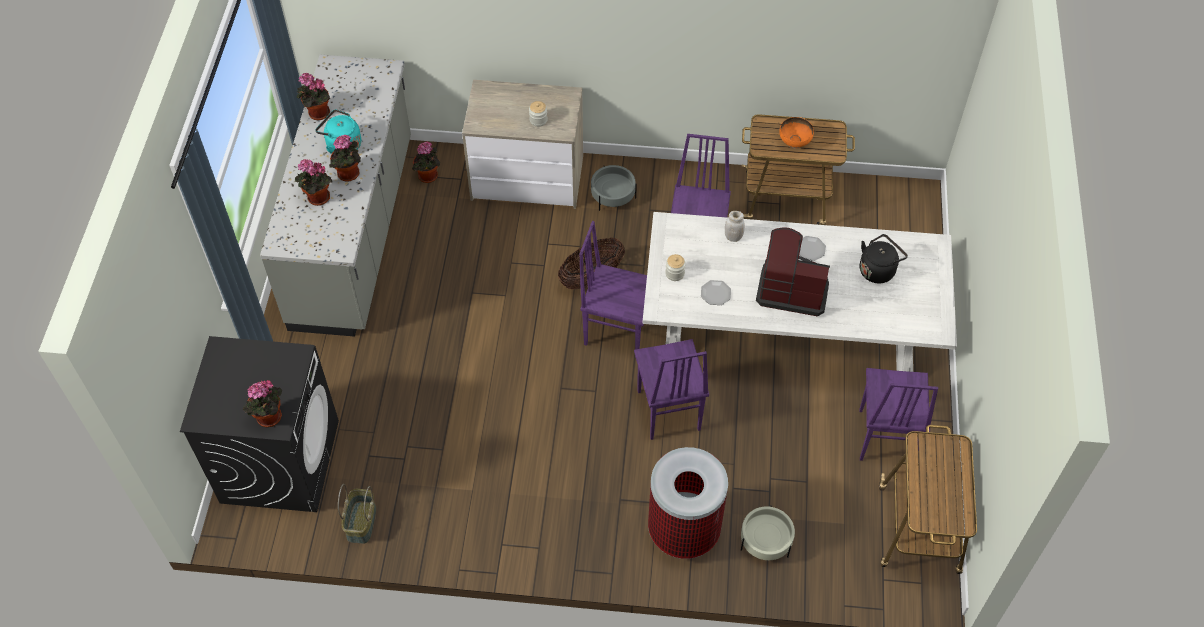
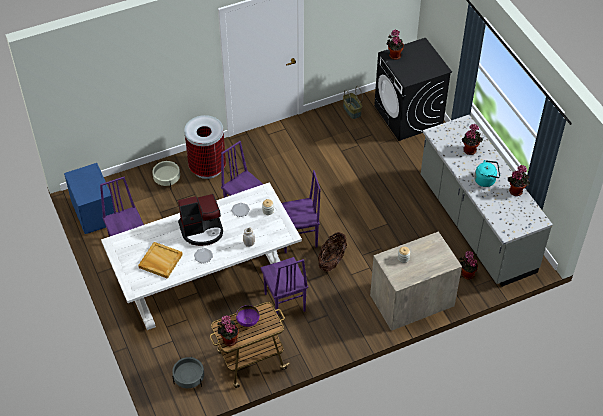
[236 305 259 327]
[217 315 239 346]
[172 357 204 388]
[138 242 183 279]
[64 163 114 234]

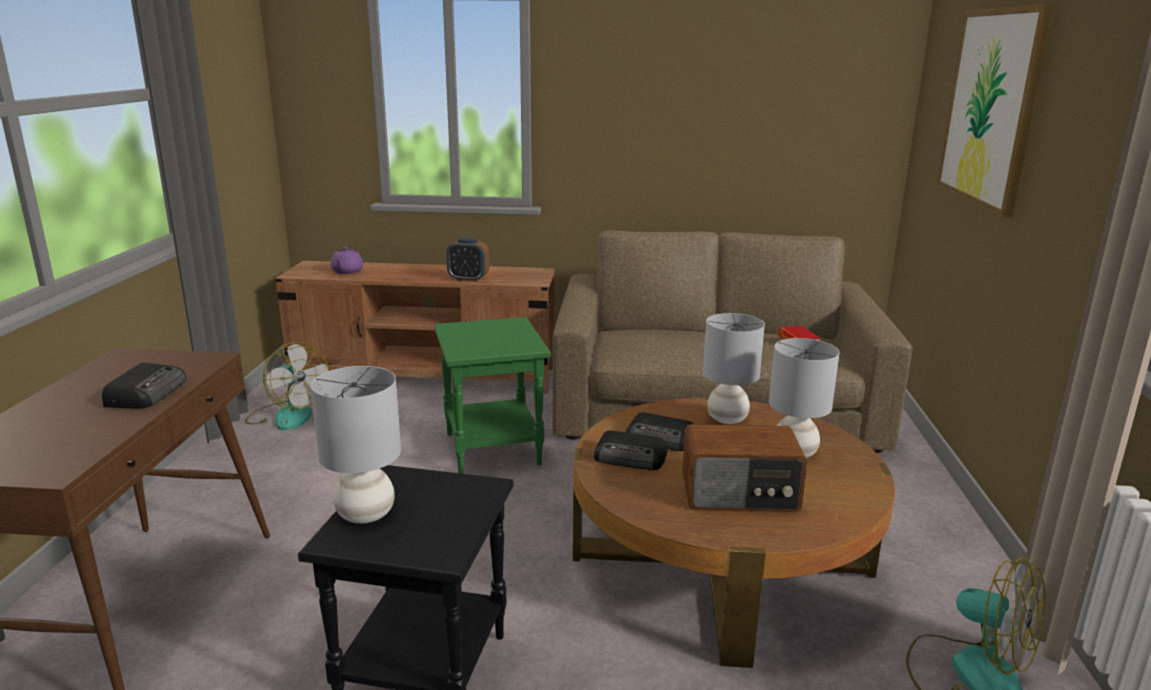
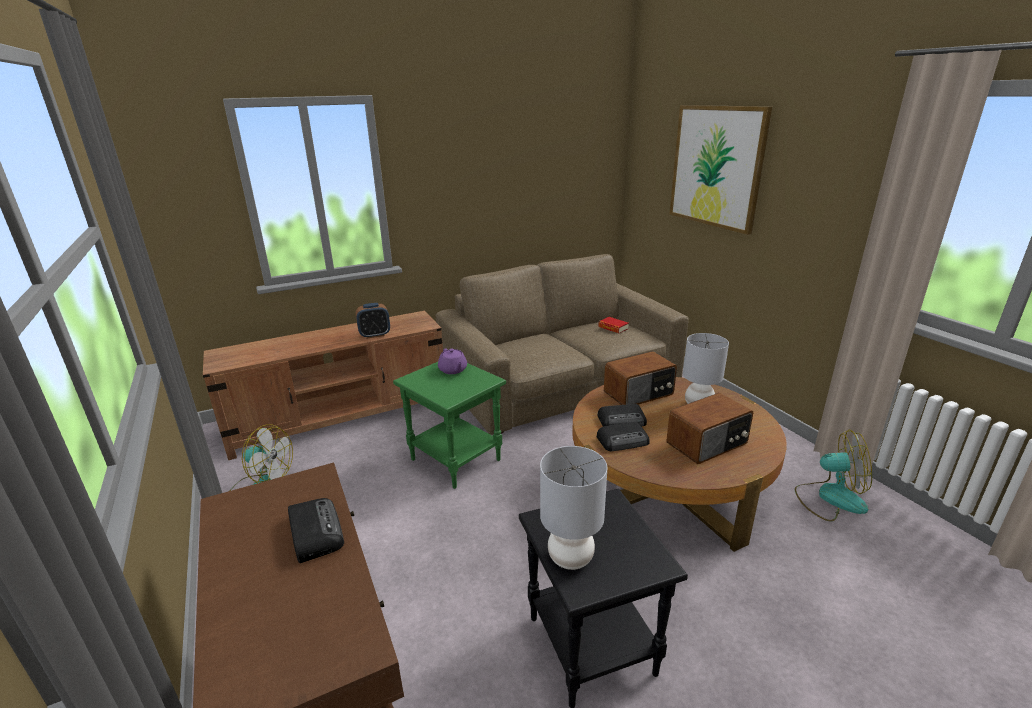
[438 348 467 374]
[604 351 677 405]

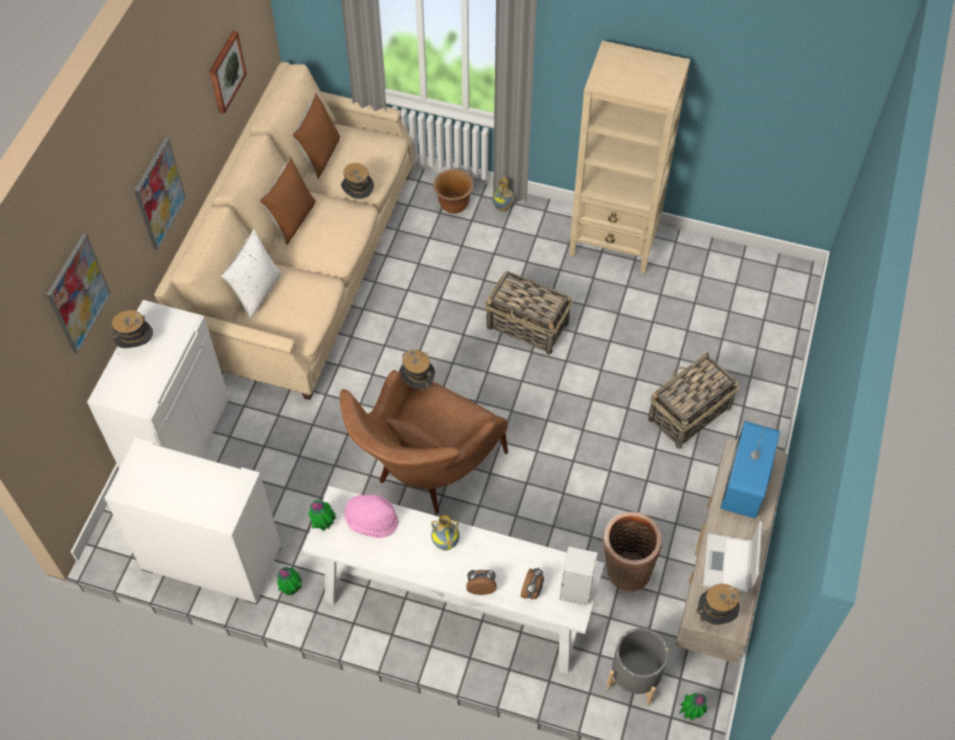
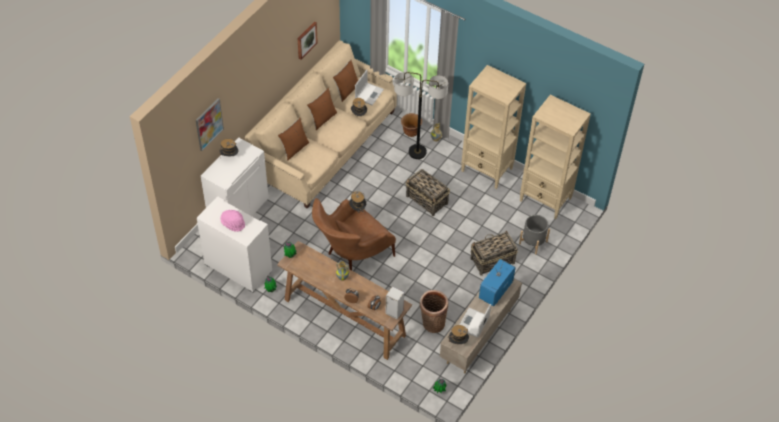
[134 138 186 250] (first image)
[278 118 309 161]
[277 241 412 360]
[220 210 245 232]
[519 215 550 254]
[355 70 384 105]
[394 72 448 159]
[520 95 591 219]

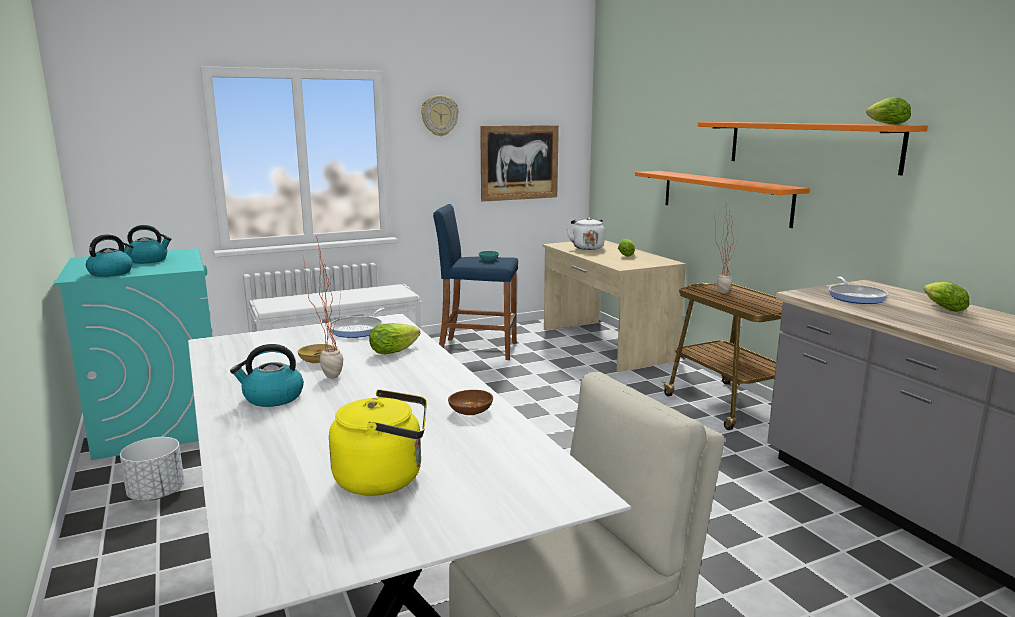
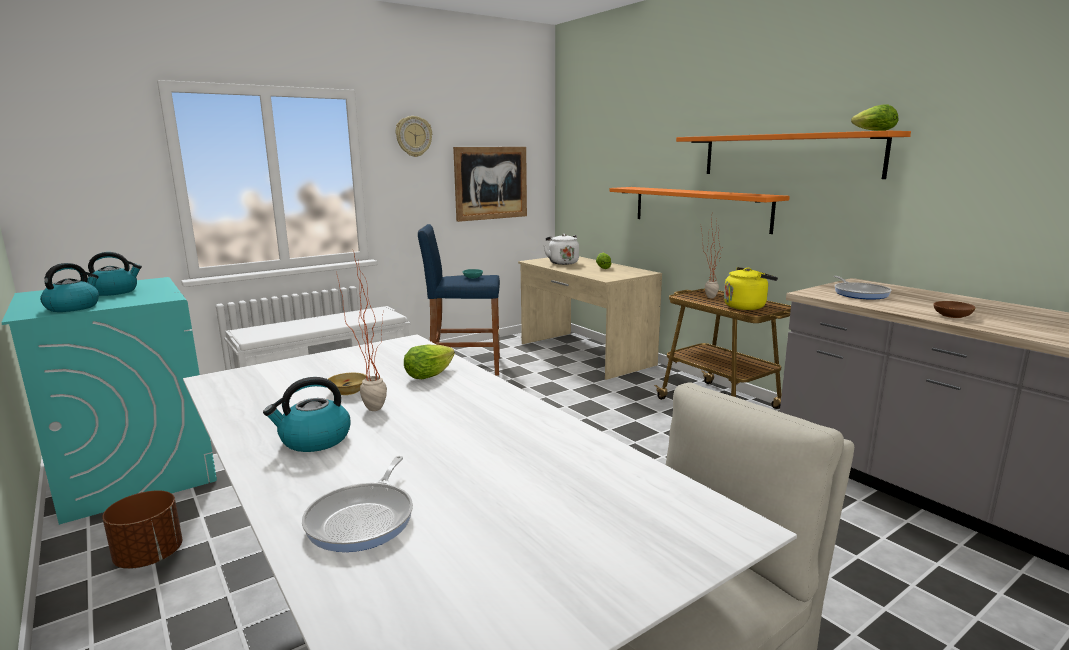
[924 282 970 312] (first image)
[302 456 413 552]
[724 267 778 310]
[933 301 976 318]
[102 490 182 569]

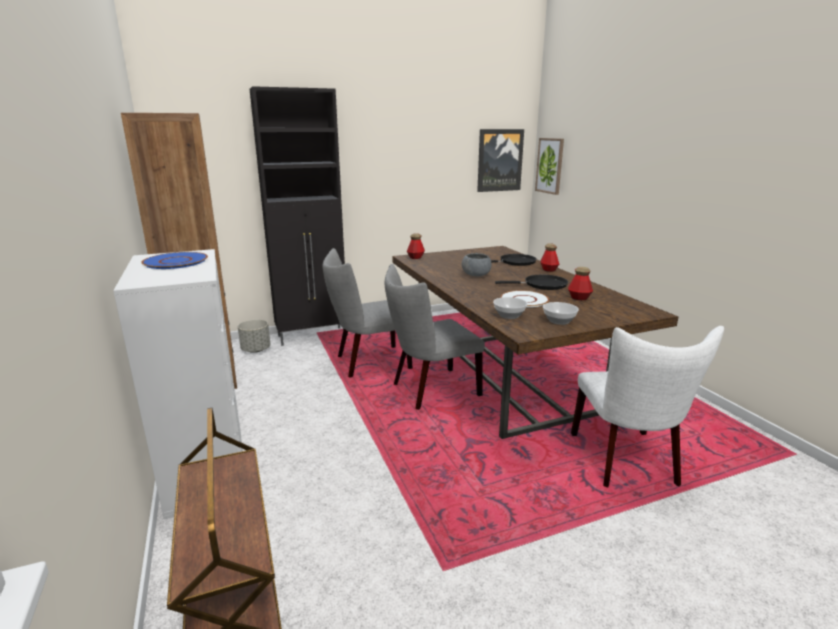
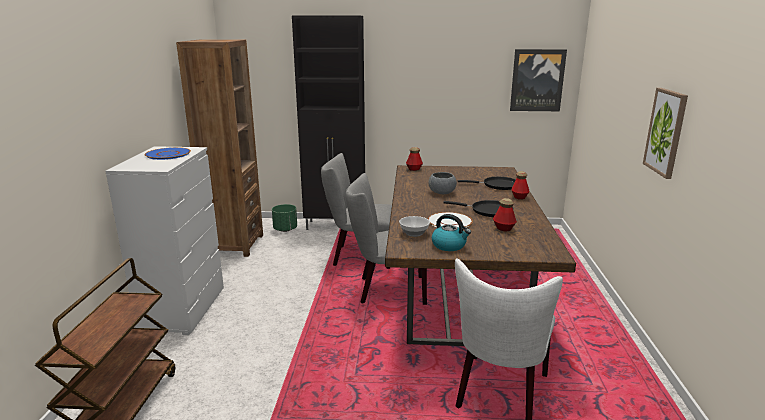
[643 88 688 179]
[432 214 471 251]
[272 204 297 232]

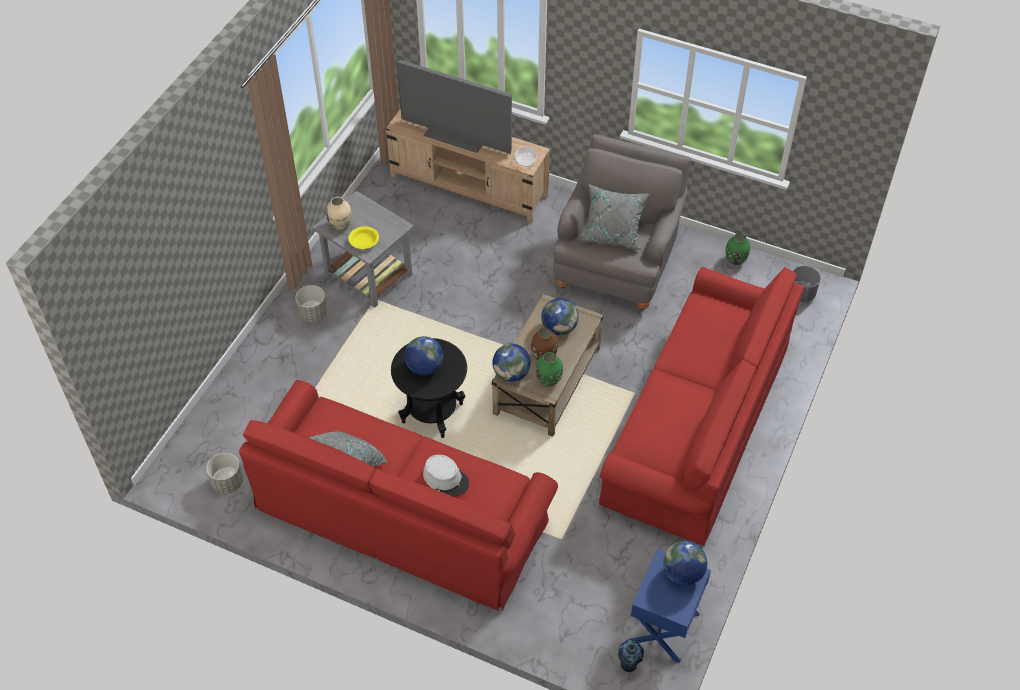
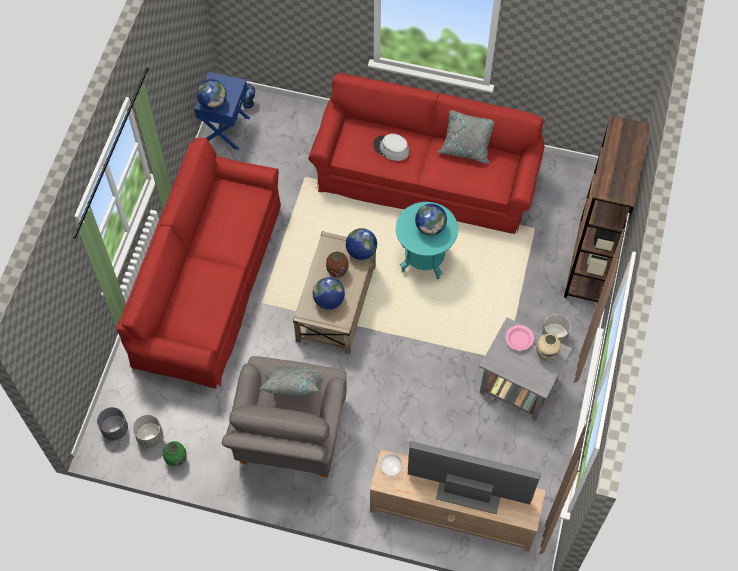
[506 325 534 351]
[396 202 458 279]
[536 352 563 387] (first image)
[133 415 163 448]
[564 116 650 303]

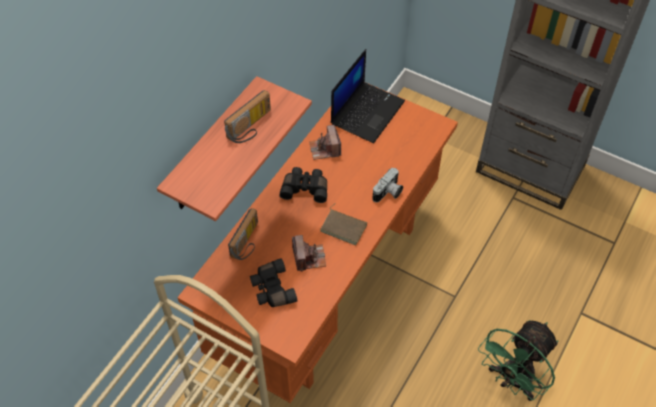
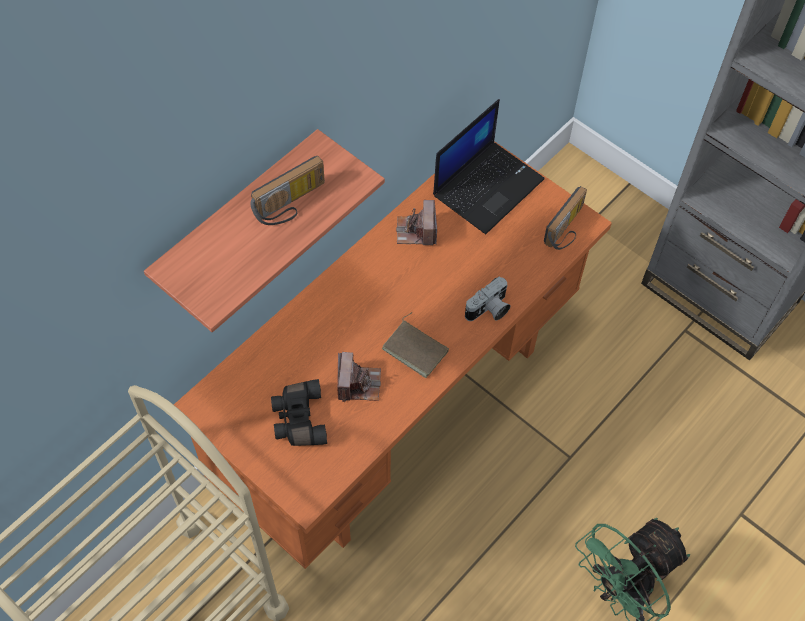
[280 167 327 203] (first image)
[544 186 587 250]

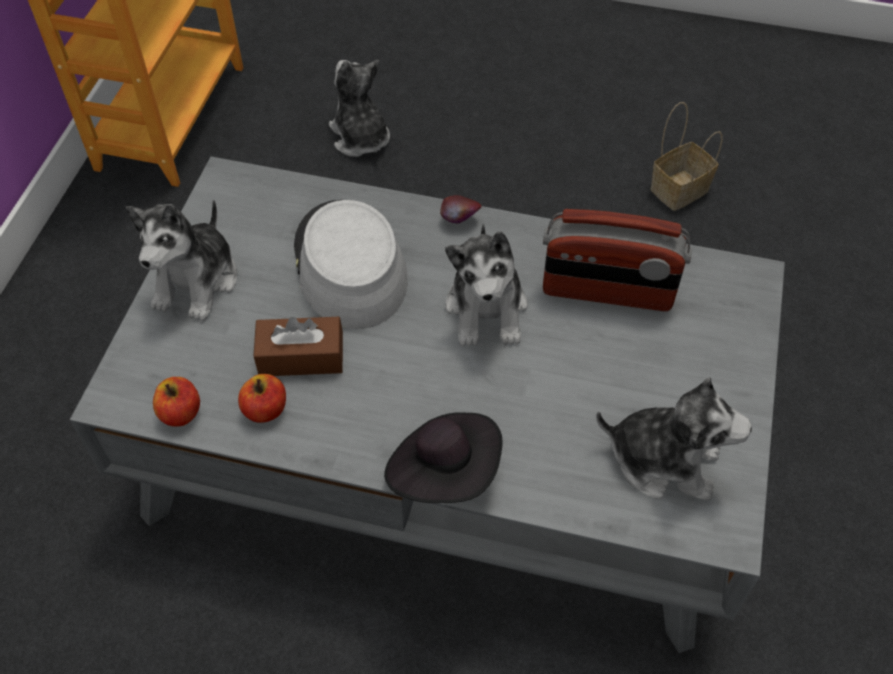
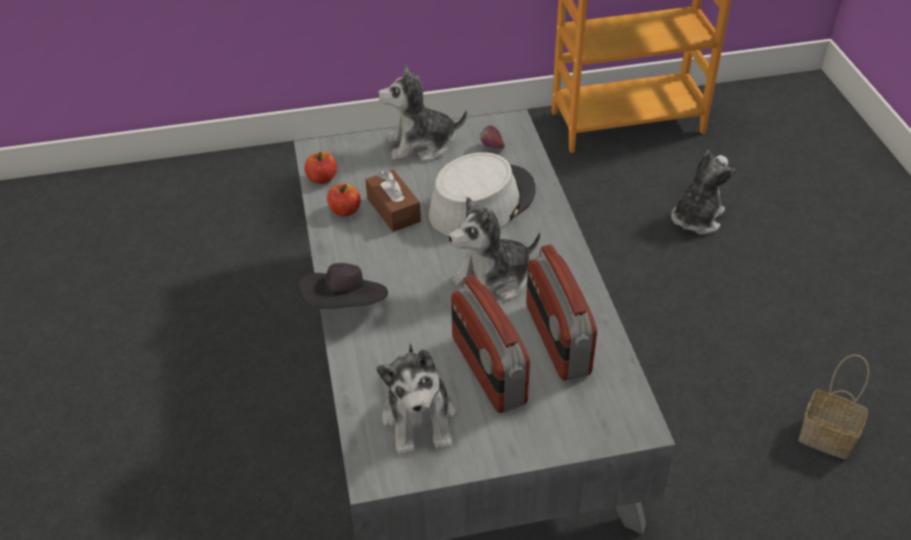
[480 125 505 149]
[451 275 530 413]

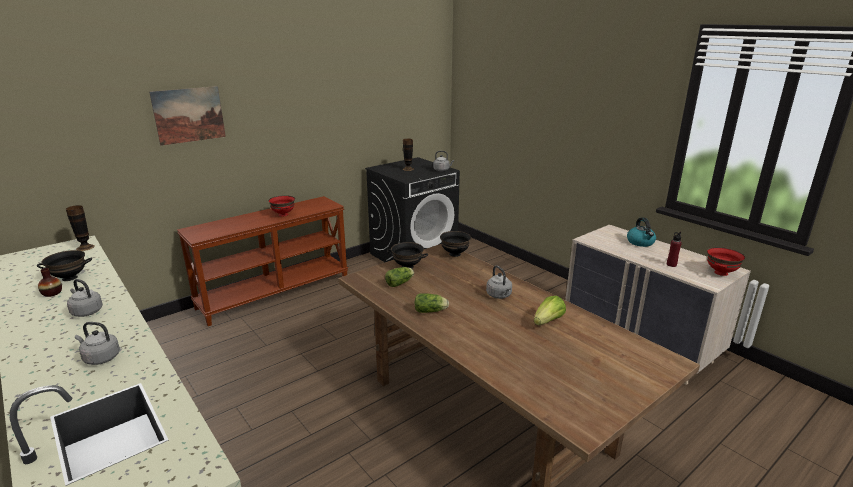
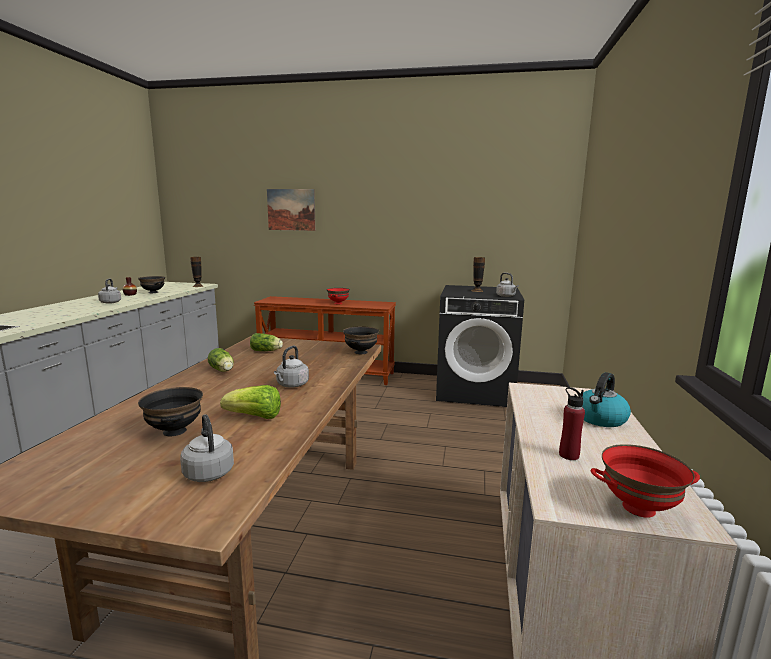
[138 387 203 436]
[180 414 234 482]

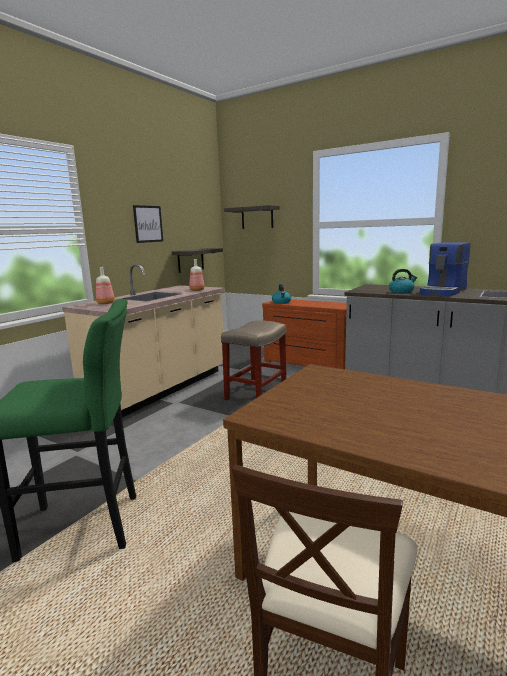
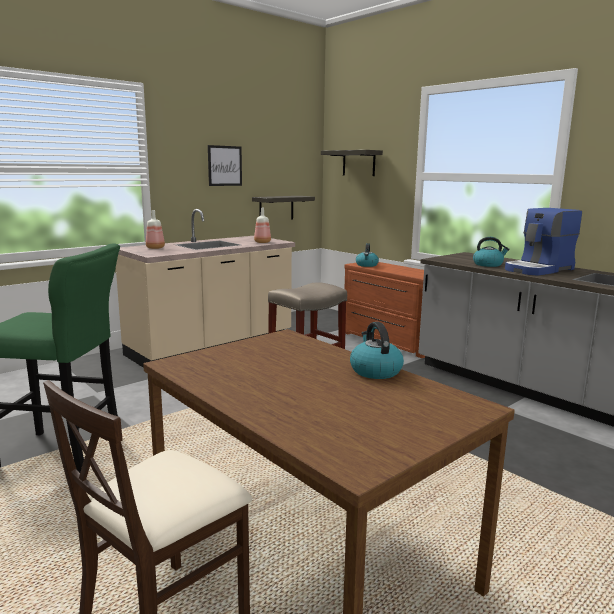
[350 322 404 379]

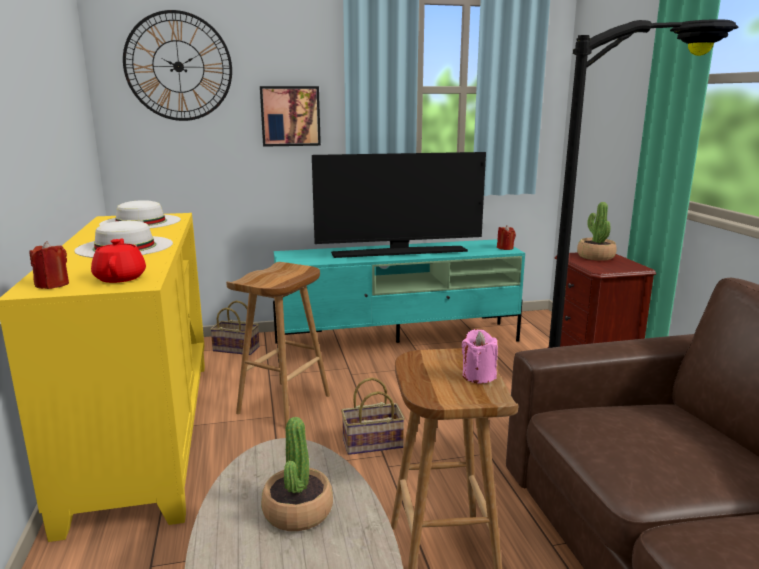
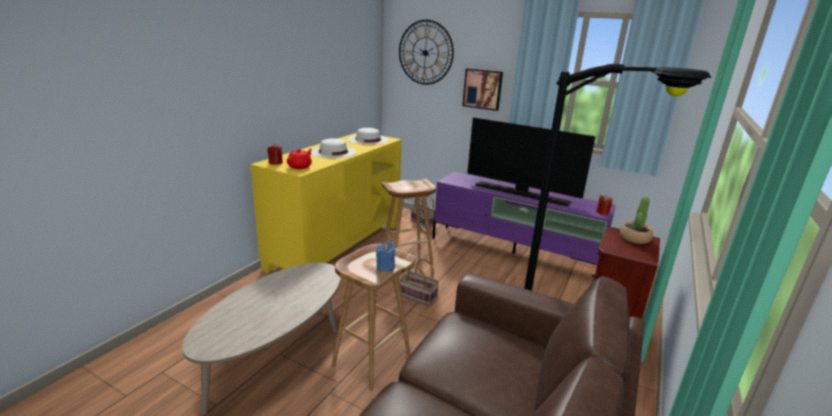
[432 172 616 265]
[376 241 395 272]
[261 417 333 531] (first image)

